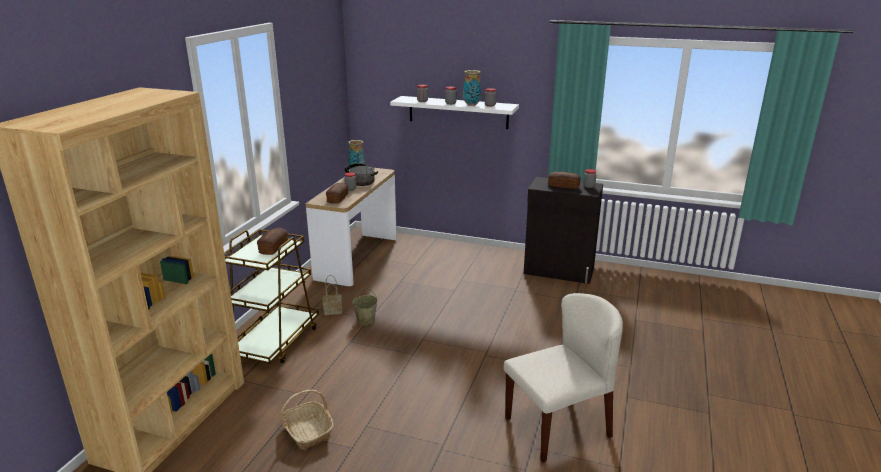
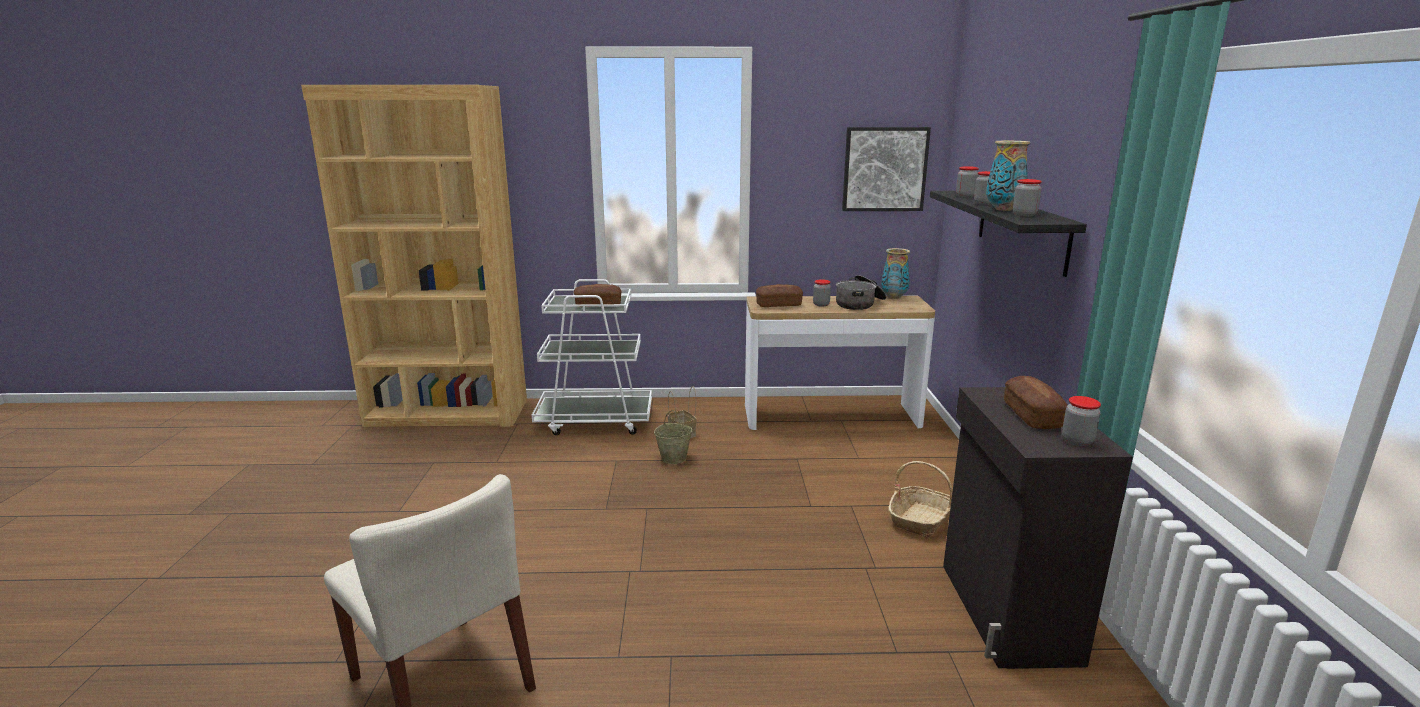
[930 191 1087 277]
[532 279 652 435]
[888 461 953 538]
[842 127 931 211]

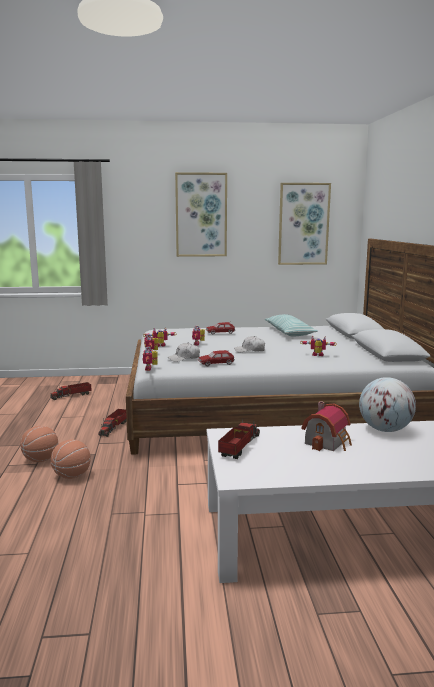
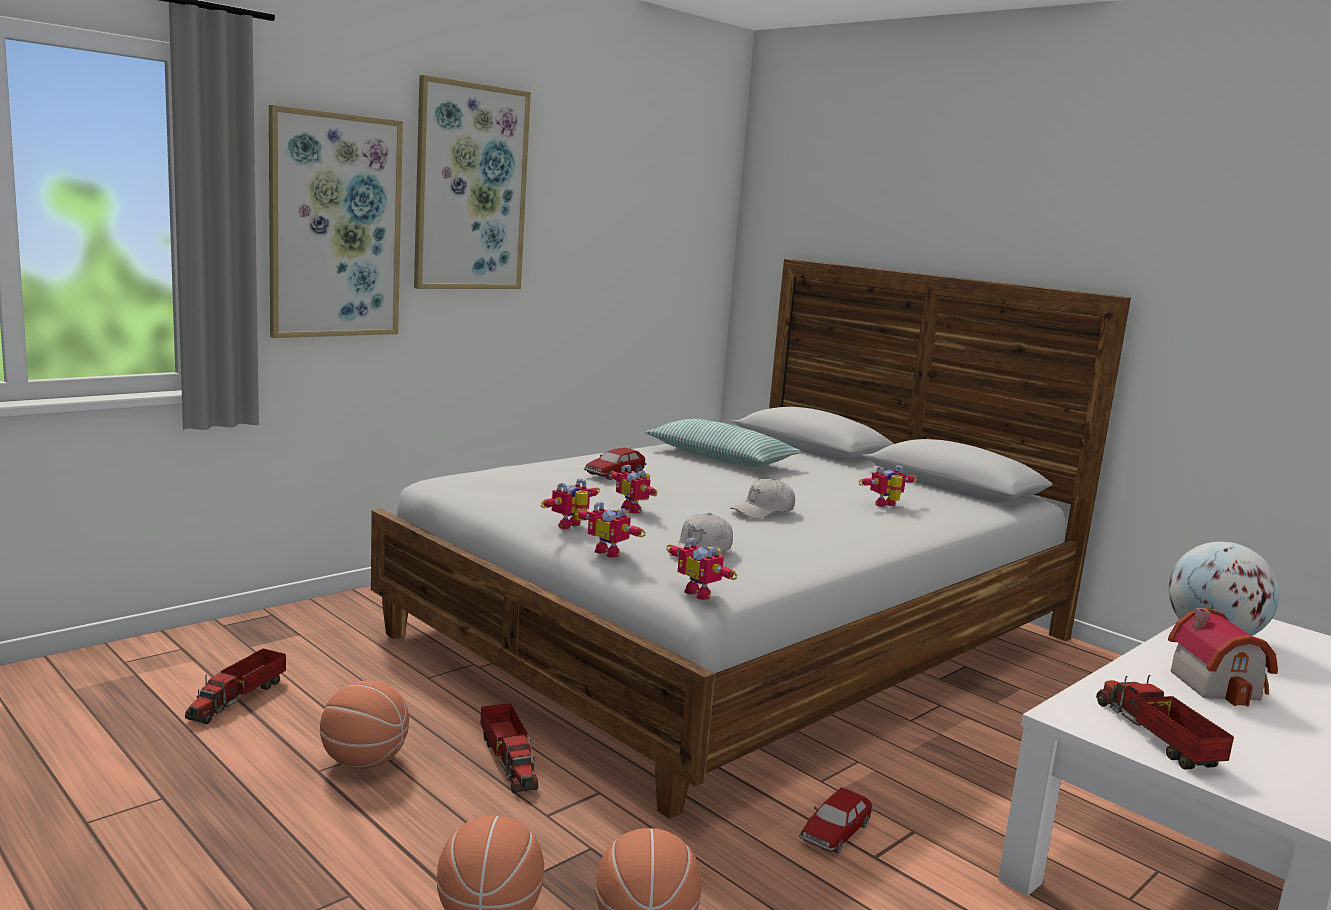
[269 105 403 338]
[799 787 873 853]
[320 681 409 769]

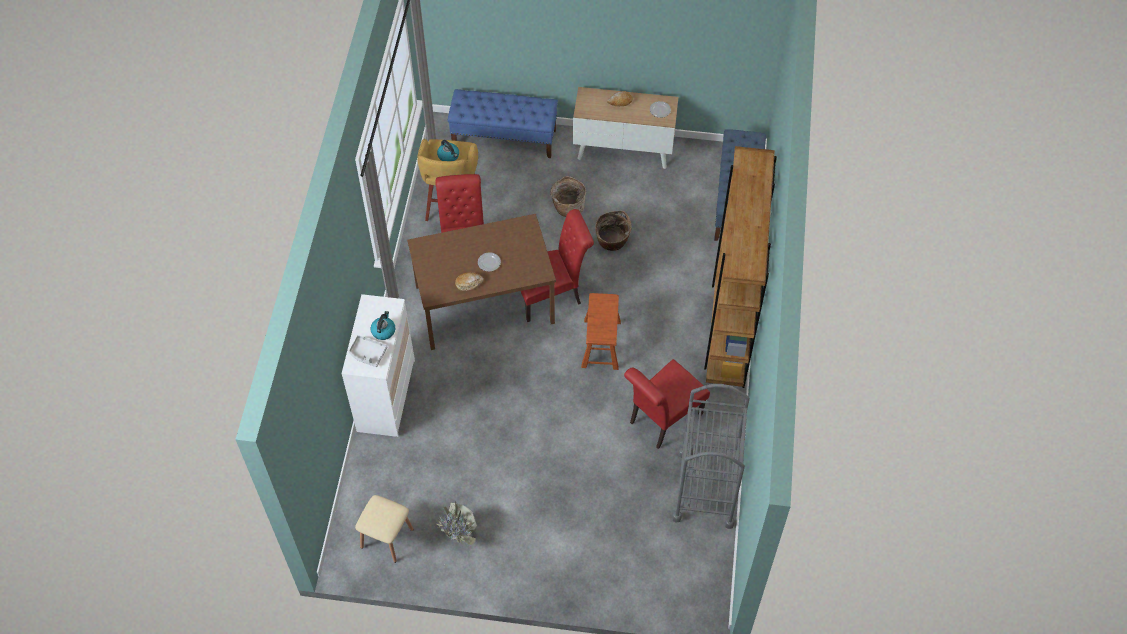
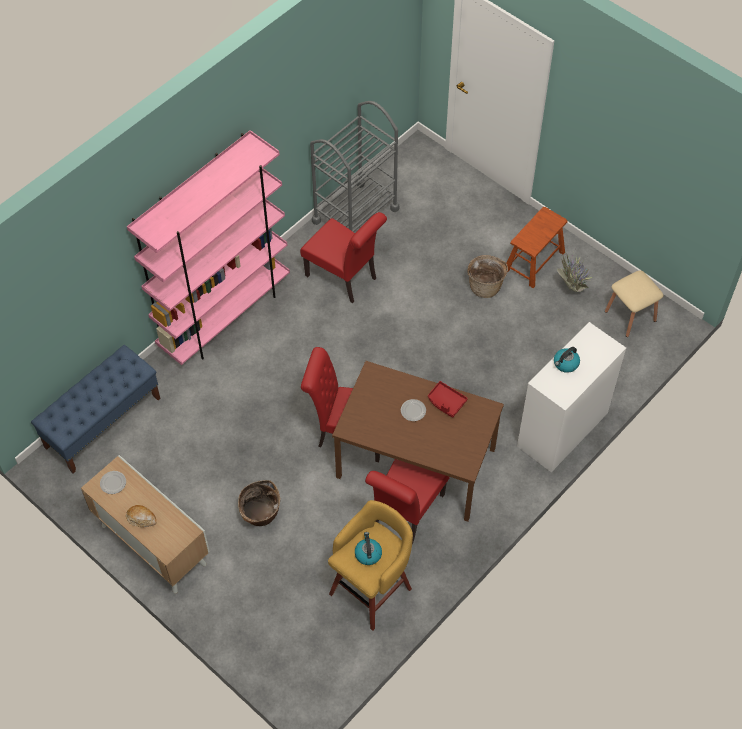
[447 89 558 158] (first image)
[127 130 290 365]
[467 255 508 298]
[428 381 468 418]
[507 207 568 288]
[349 335 388 367] (first image)
[300 212 387 303]

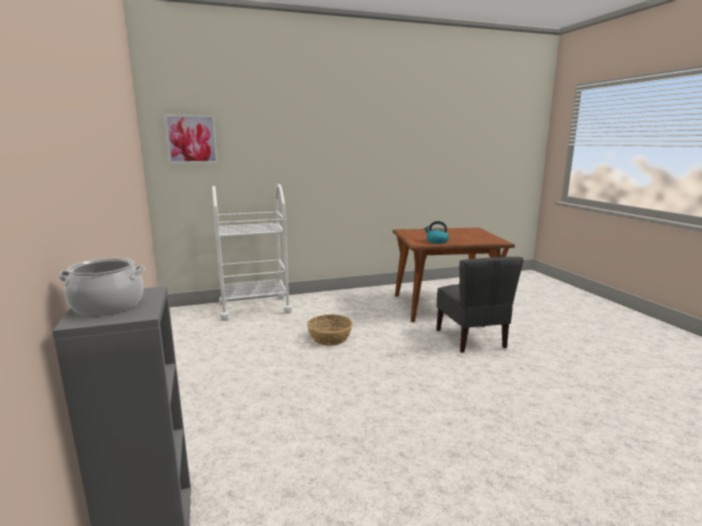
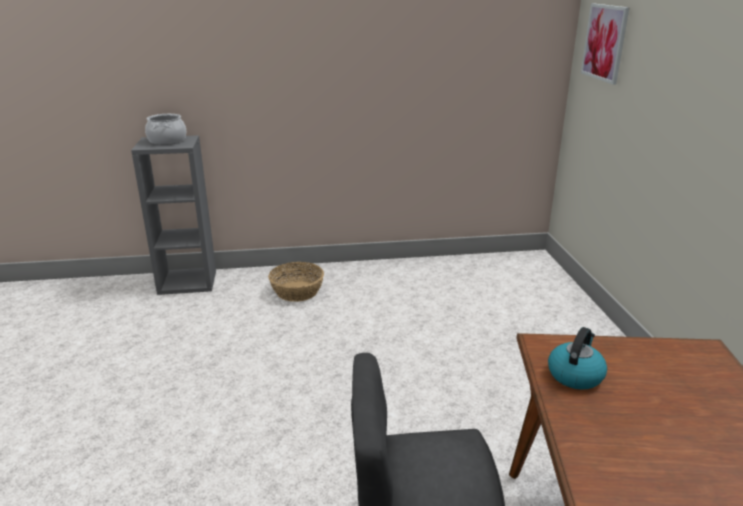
[212 184 292 321] (first image)
[268 262 324 302]

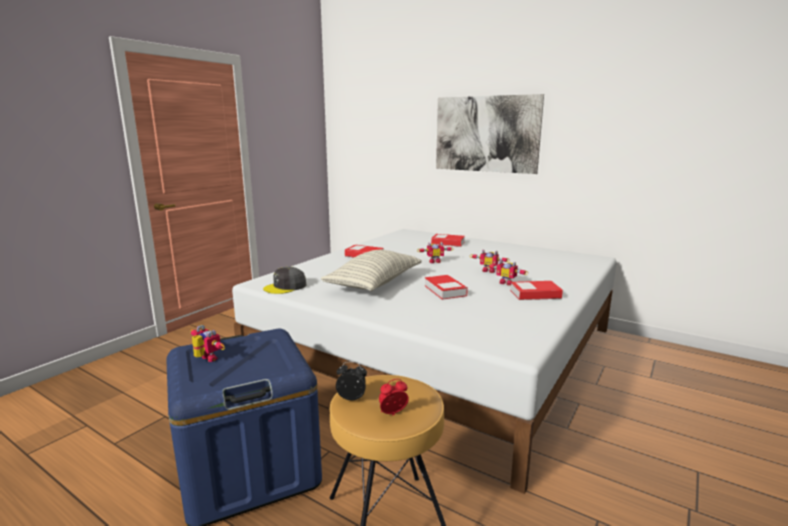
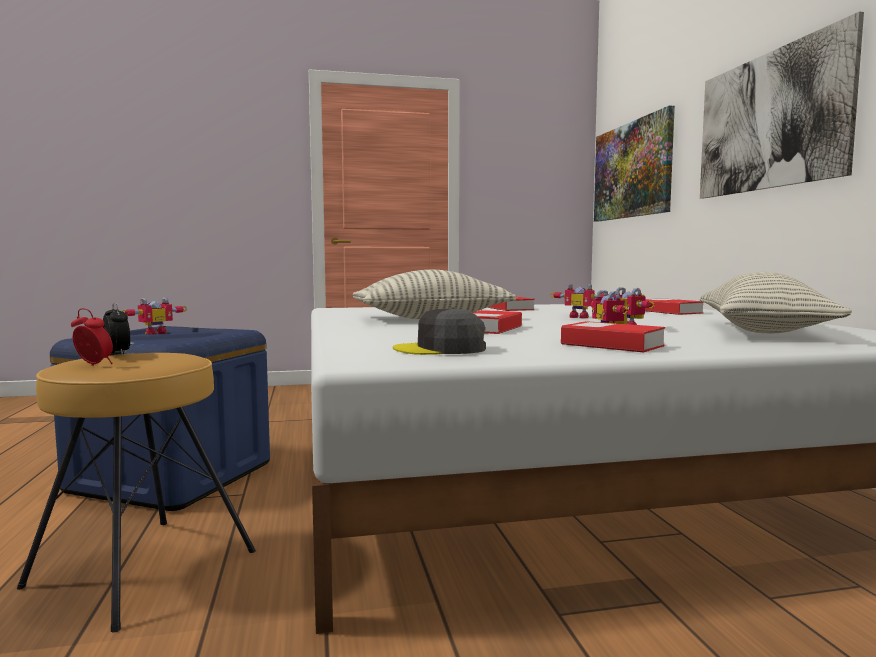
[393 307 486 355]
[122 297 187 335]
[594 105 675 222]
[700 272 852 333]

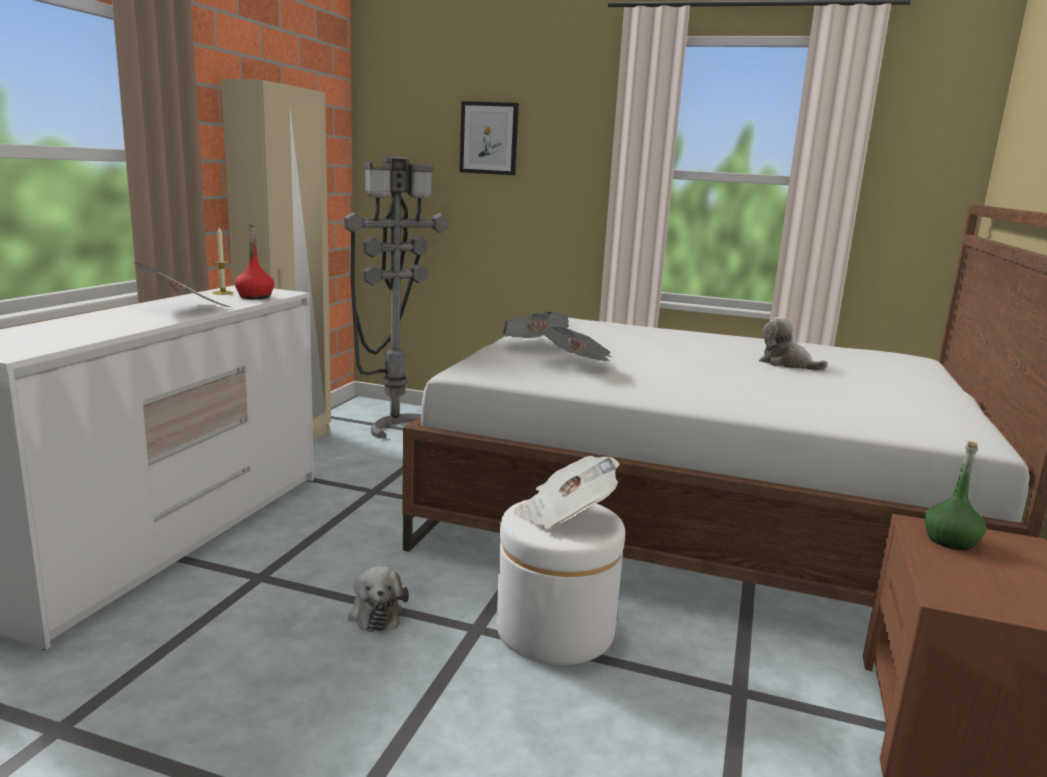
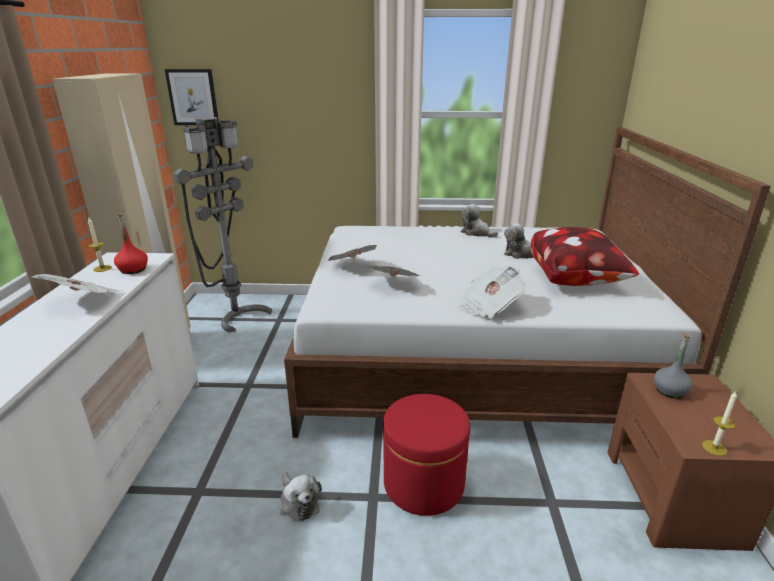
[165 69 219 125]
[654 334 693 399]
[459 266 526 318]
[383 394 470 516]
[460 204 498 238]
[531 227 640 286]
[702 391 737 456]

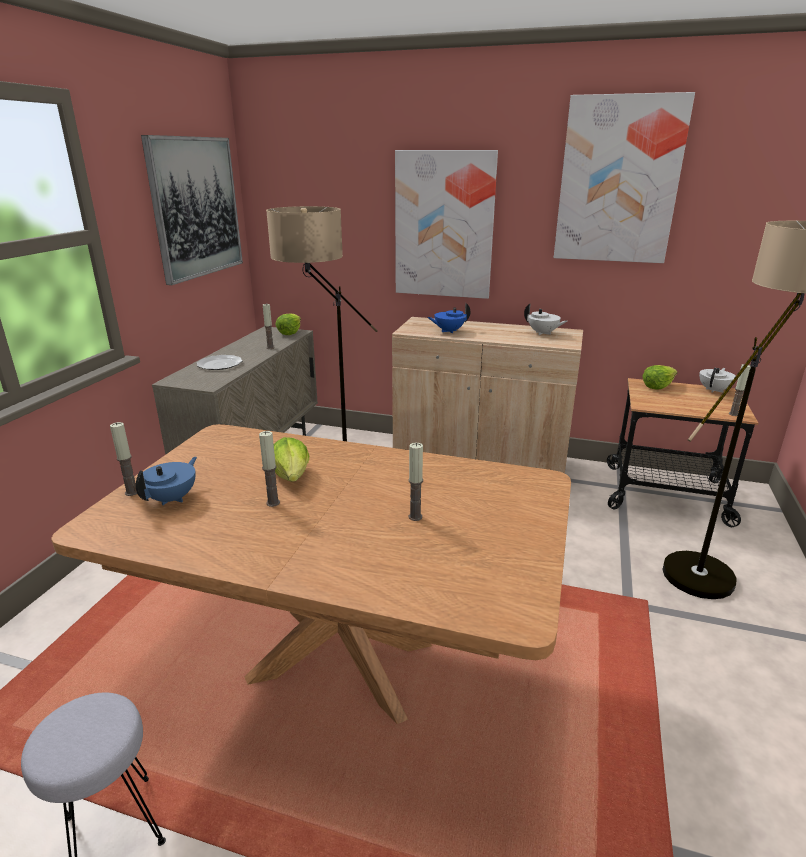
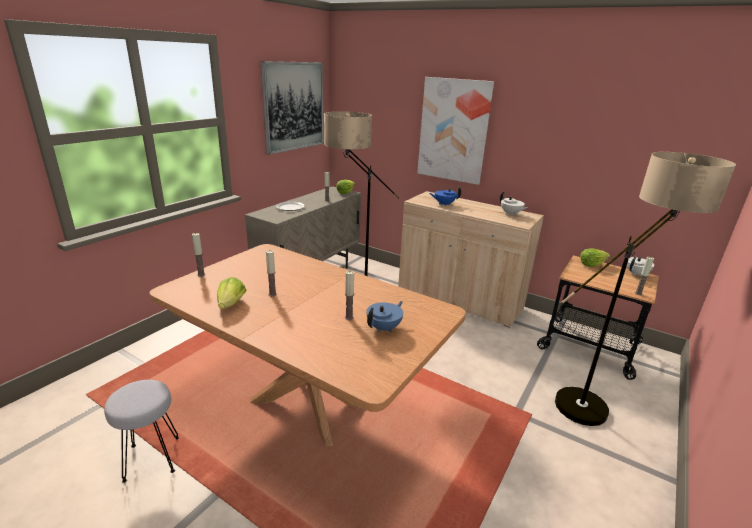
[554 92 695 263] (first image)
[217 277 246 309]
[366 301 403 332]

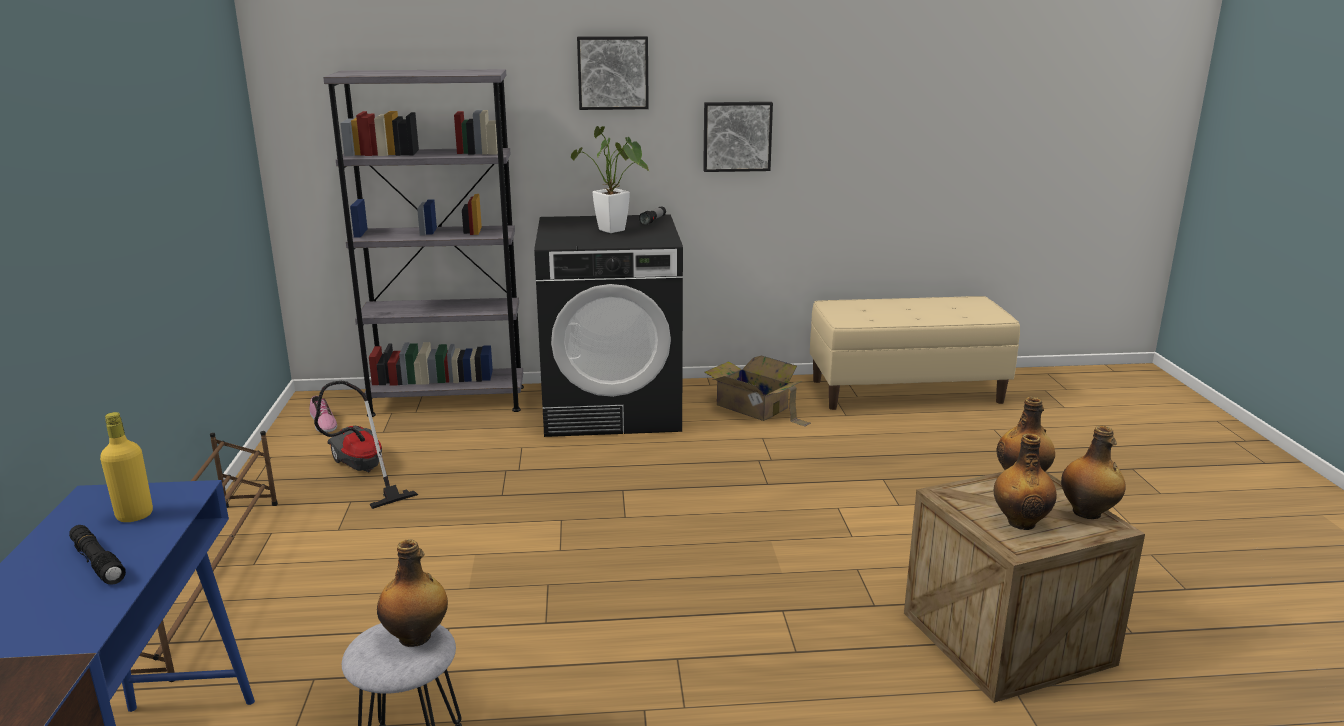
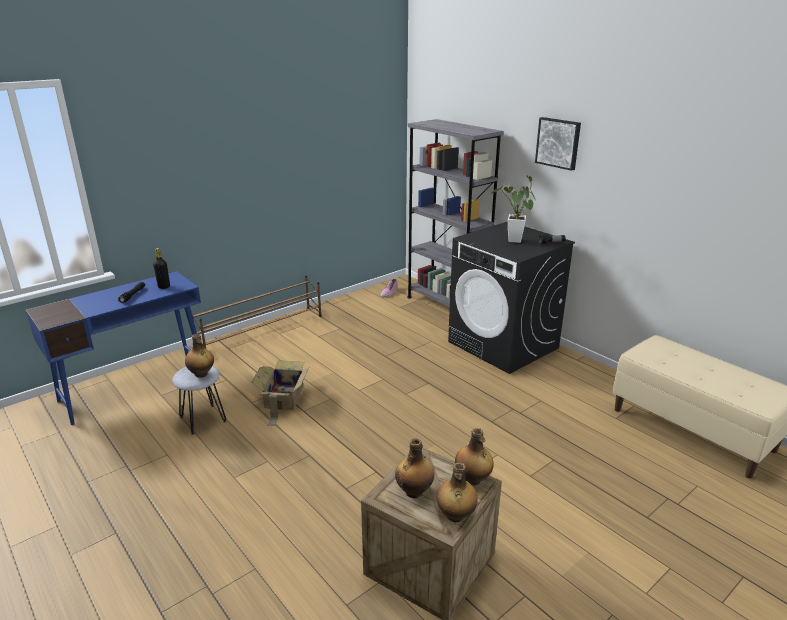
[703 102 773 172] (first image)
[252 360 310 426]
[314 381 418 509] (first image)
[153 248 170 289]

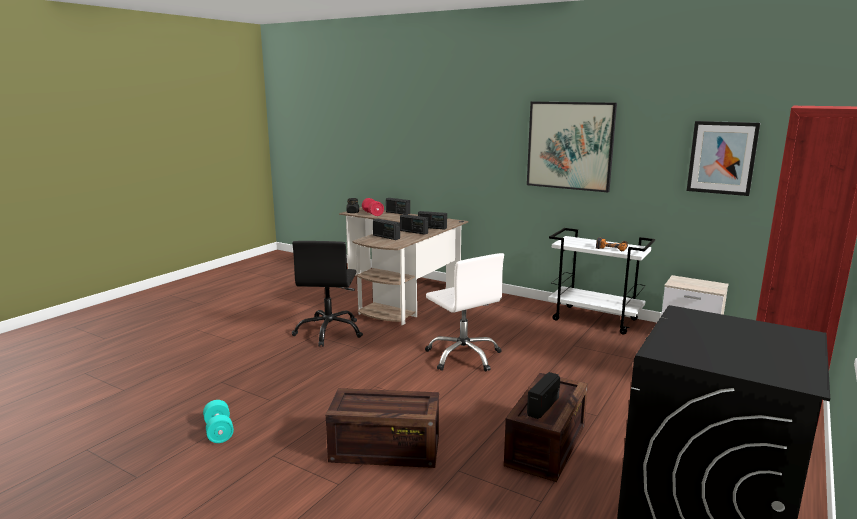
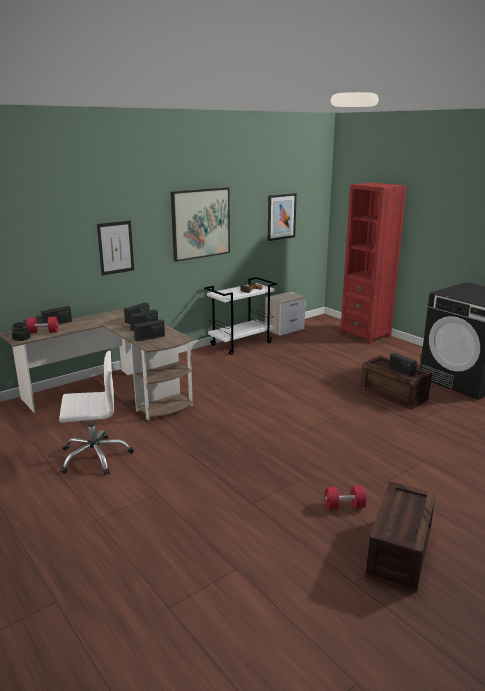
[292 241 363 347] (first image)
[59 351 134 475]
[366 482 436 593]
[325 486 366 509]
[97 221 134 276]

